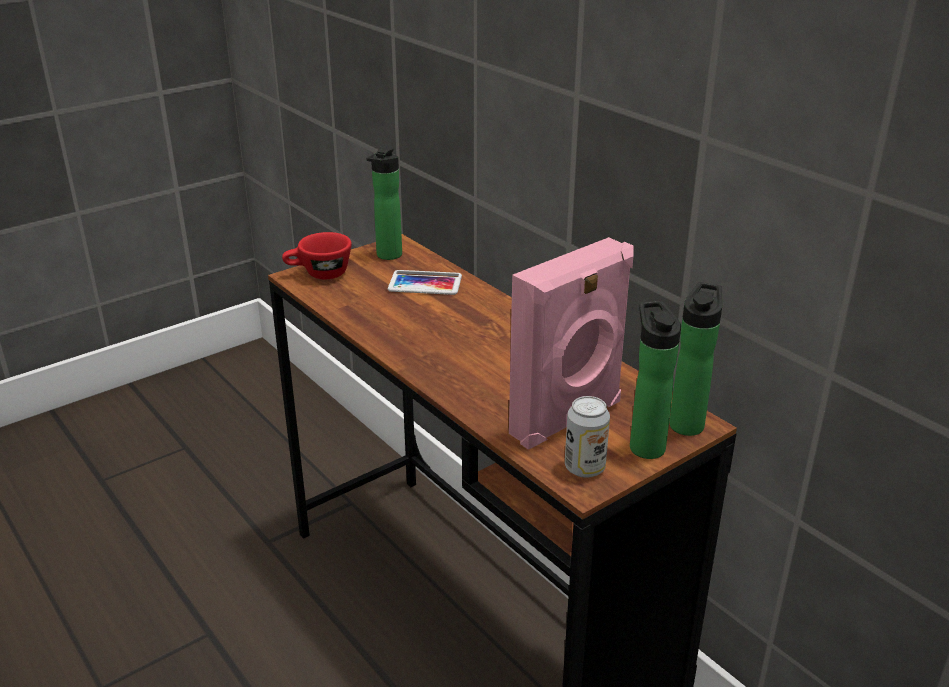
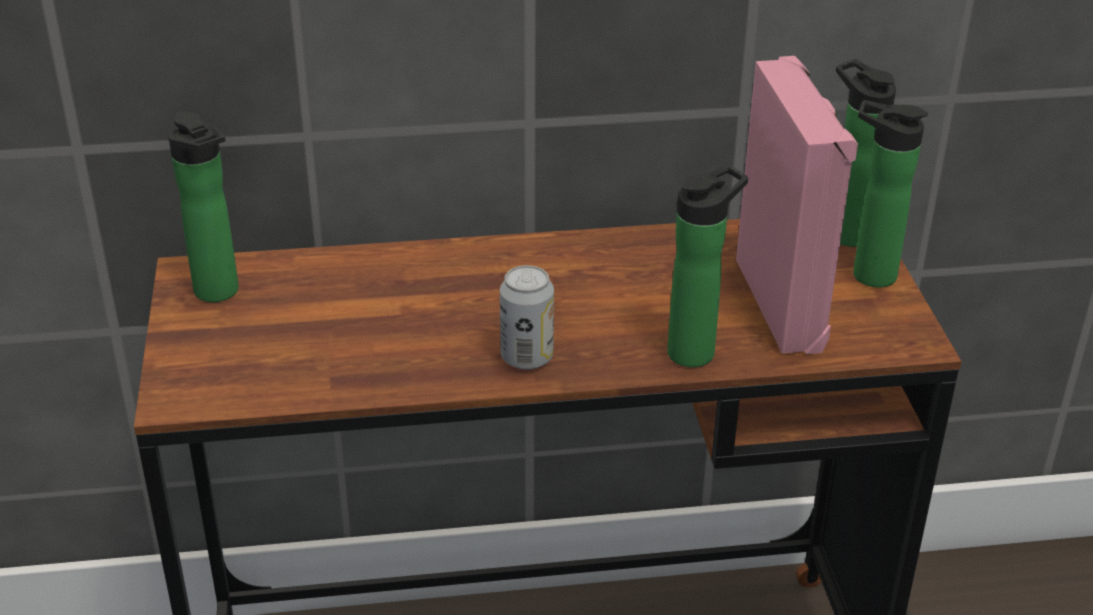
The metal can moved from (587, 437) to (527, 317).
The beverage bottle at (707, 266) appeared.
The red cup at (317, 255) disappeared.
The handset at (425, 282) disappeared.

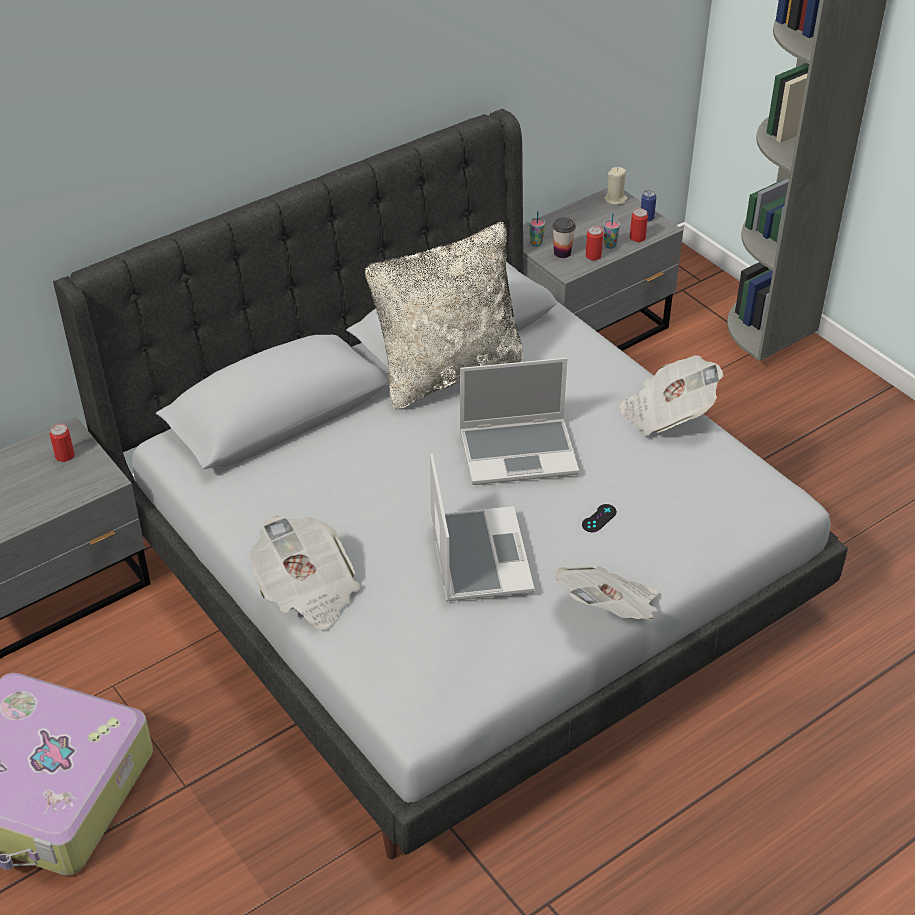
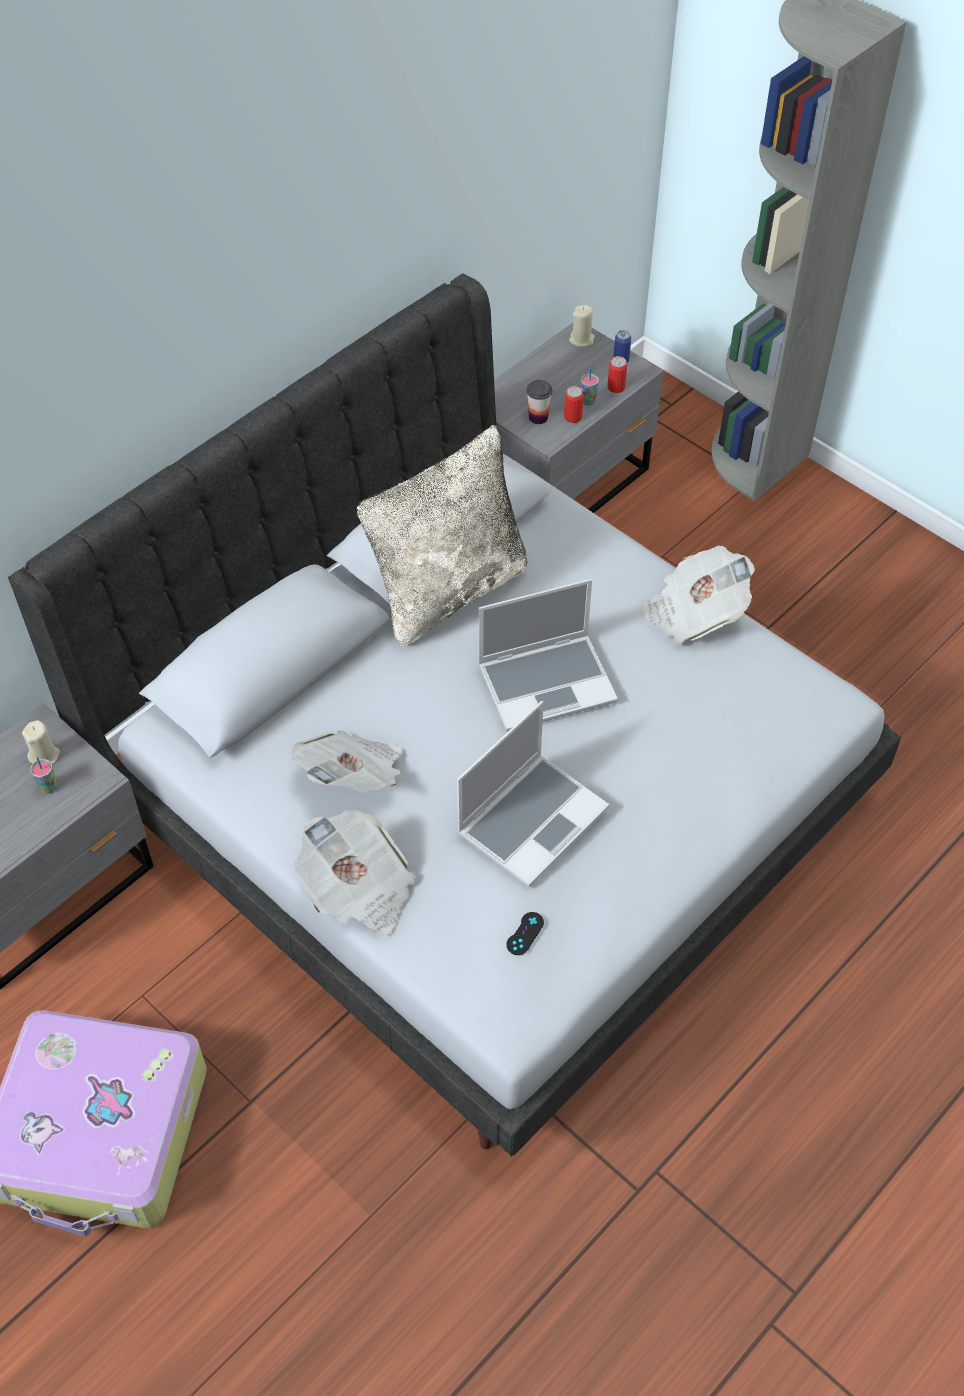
The metal can at (62, 443) was replaced by the beige wax light at (41, 742).
The cup moved from (537, 229) to (43, 775).
The newspaper moved from (607, 593) to (346, 761).
The portable computer at (482, 528) turned 60 degrees clockwise.
The blackish joypad moved from (599, 518) to (525, 933).

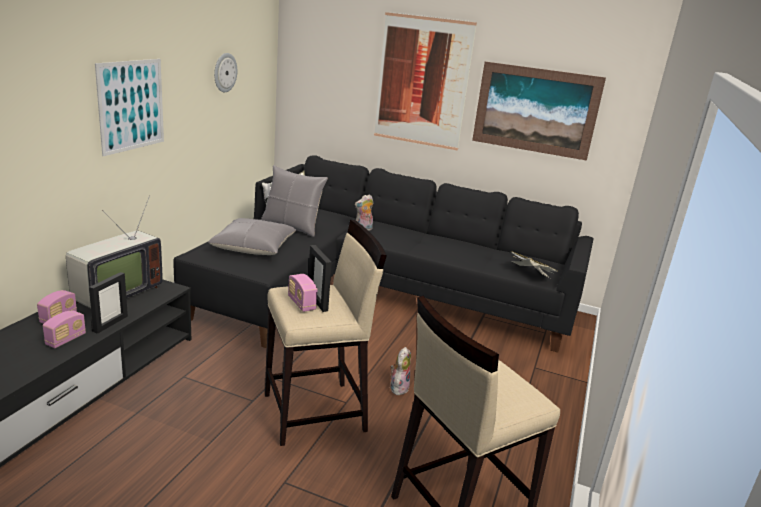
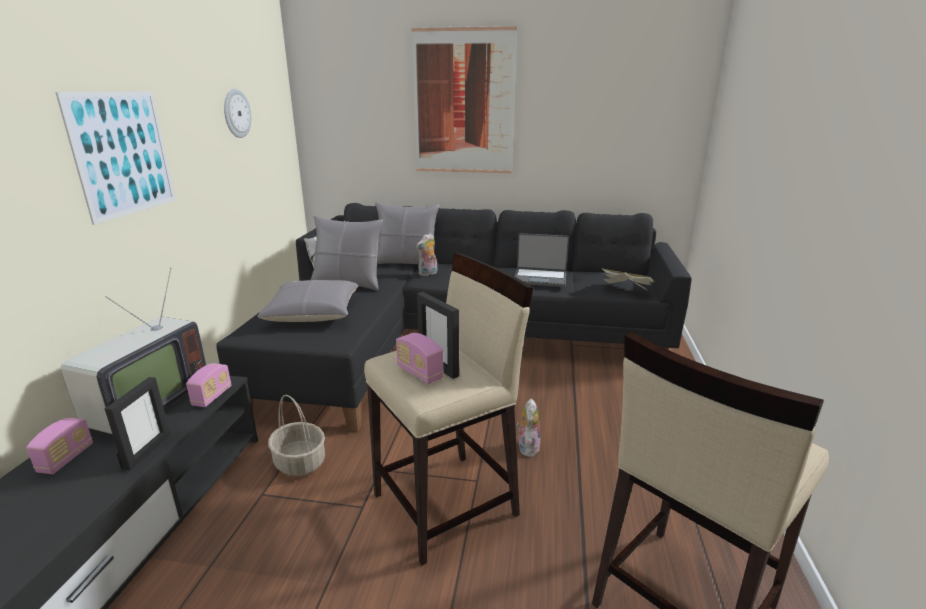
The radio receiver moved from (64, 329) to (208, 385).
The storage basket at (296, 435) appeared.
The gray pillow at (407, 233) appeared.
The portable computer at (541, 260) appeared.
The wall art at (539, 111) disappeared.

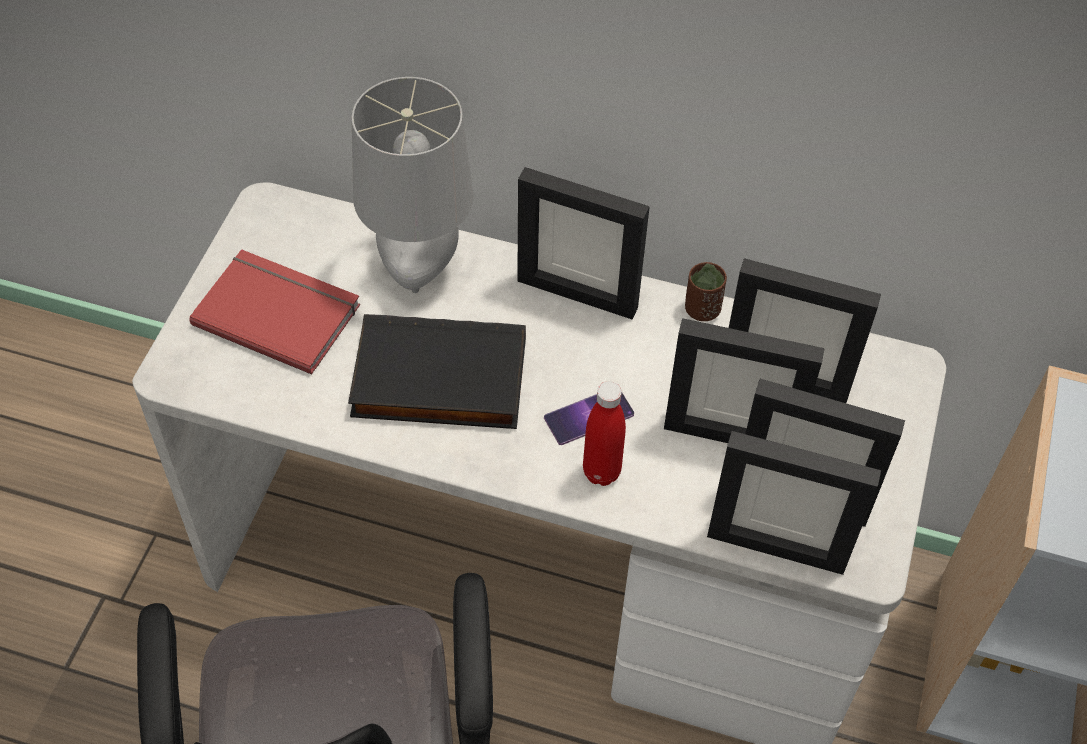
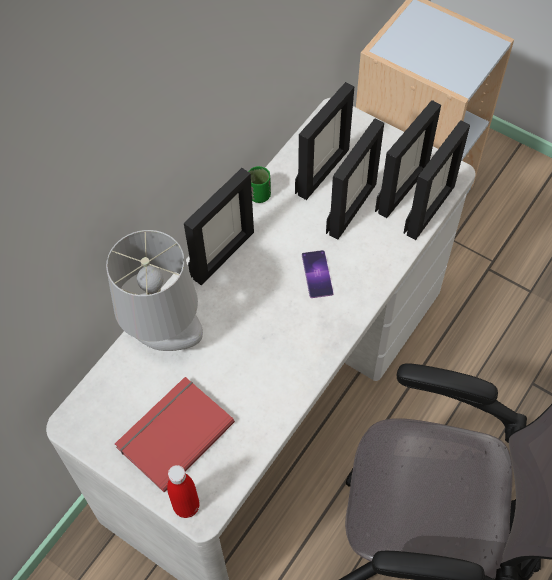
The red beverage bottle moved from (604, 433) to (183, 491).
The brownish cup at (706, 291) became the green-coloured cup at (259, 184).
The blackish volume at (437, 371) disappeared.

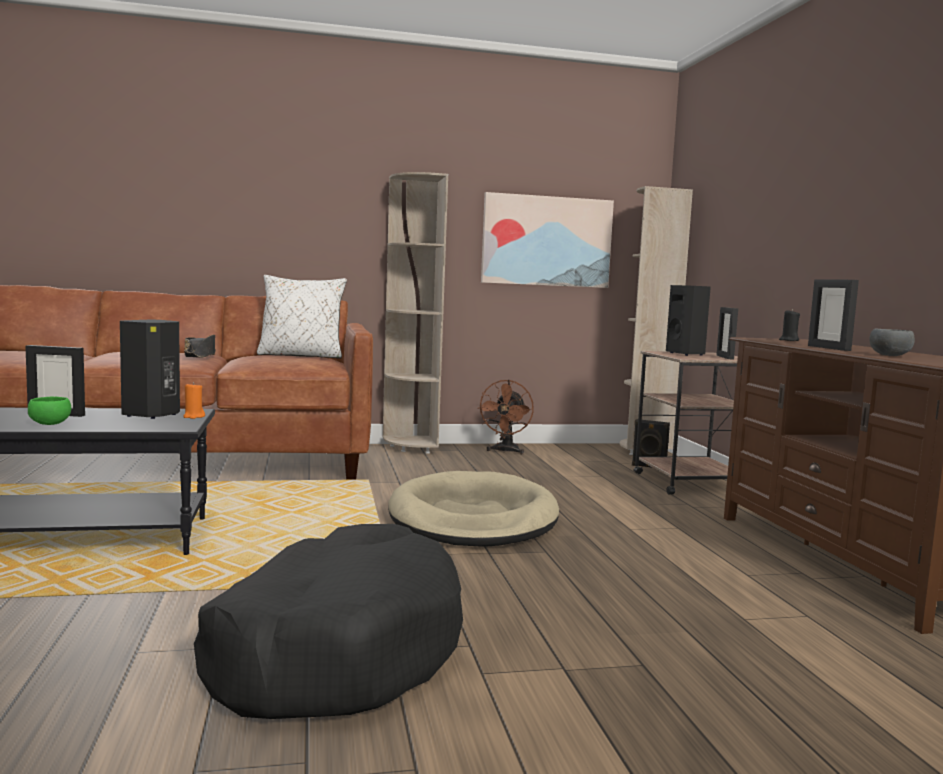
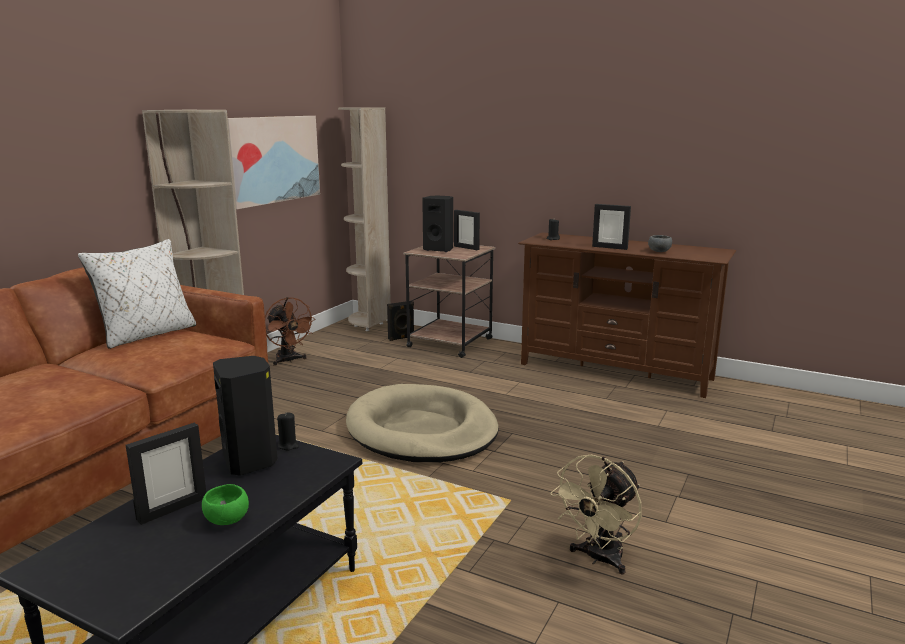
The orange-coloured wax light at (194, 400) became the blackish wax light at (288, 431).
The blackish dog cushion at (328, 621) was replaced by the beige electric fan at (596, 515).
The blackish hat at (200, 346) disappeared.

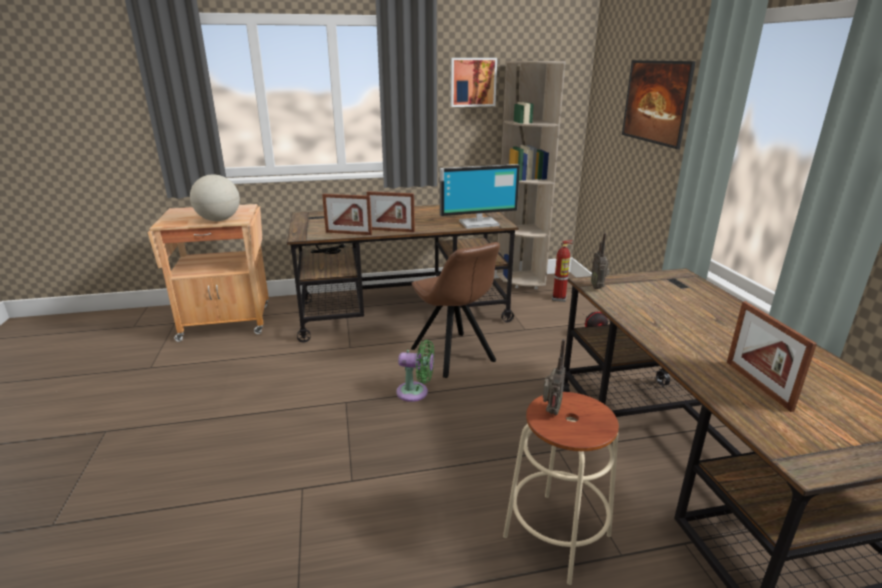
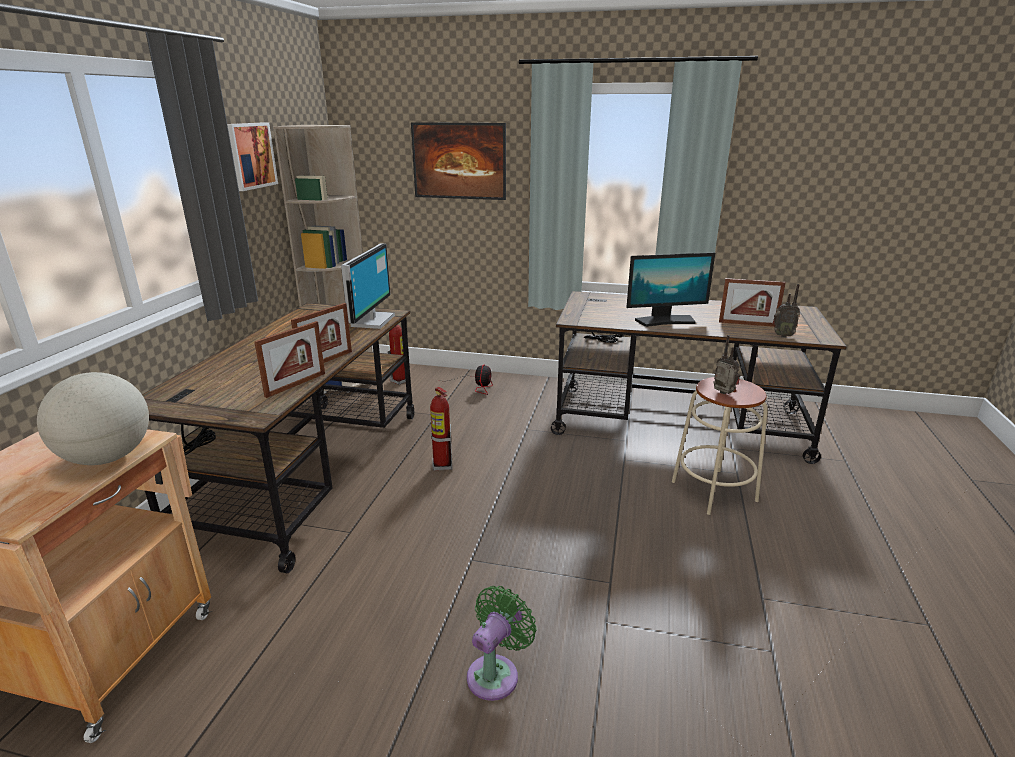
The brownish upright chair at (455, 310) was replaced by the fire-fighting cylinder at (441, 429).
The green-coloured electric fan moved from (415, 371) to (501, 643).
The computer screen at (670, 289) appeared.
The radio receiver moved from (600, 261) to (786, 311).

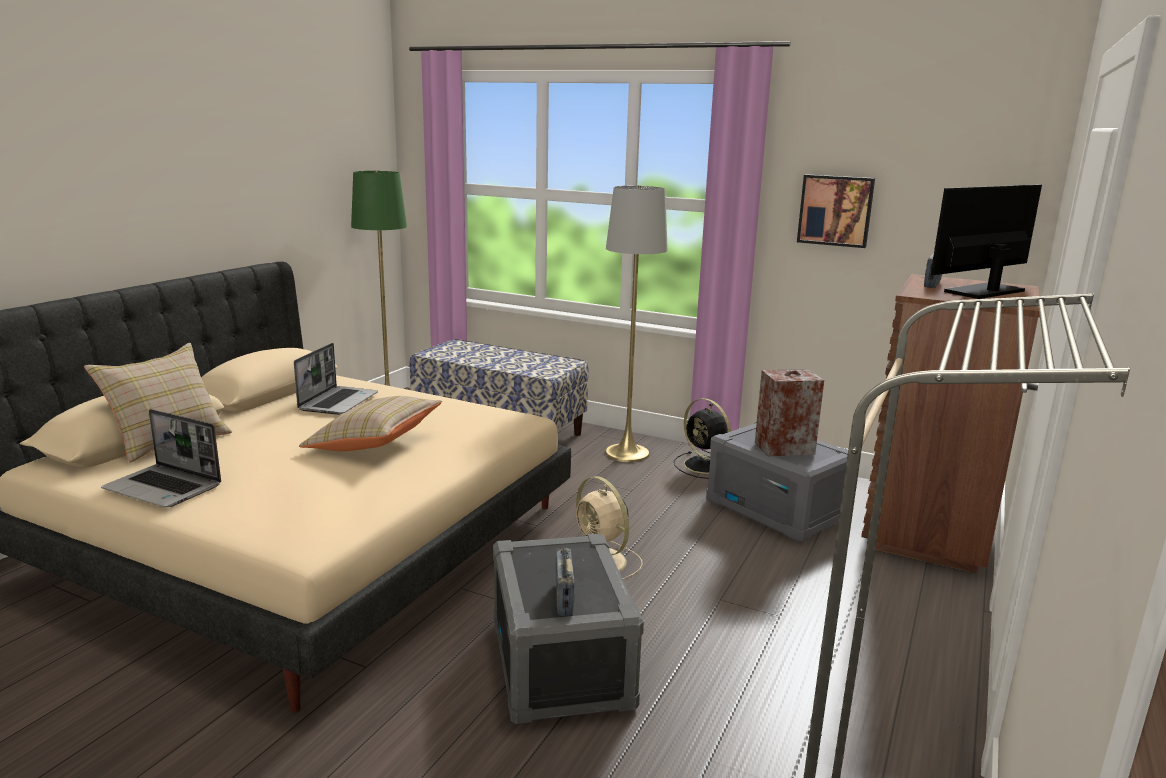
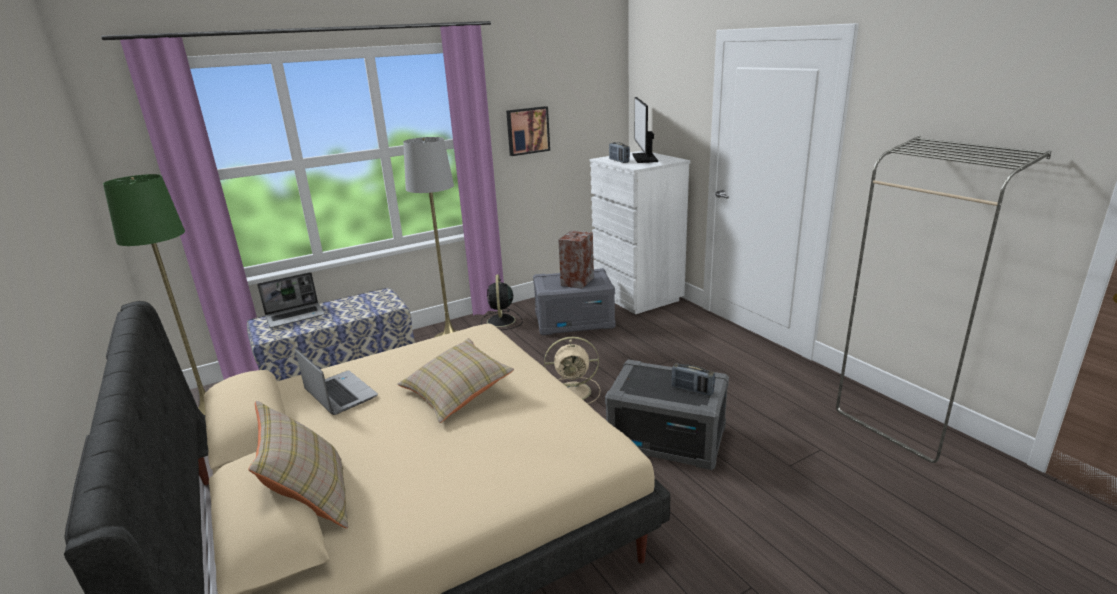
The portable computer moved from (161, 458) to (291, 300).
The blackish electric fan at (702, 438) turned 90 degrees clockwise.
The brownish dresser at (950, 423) became the white-coloured dresser at (640, 232).

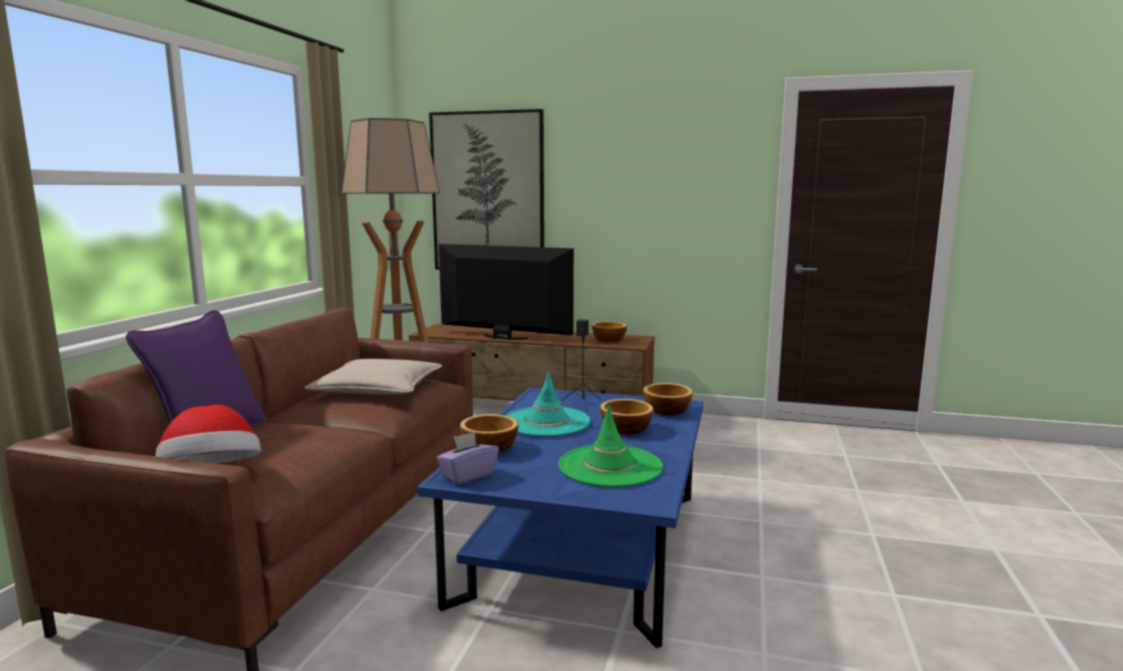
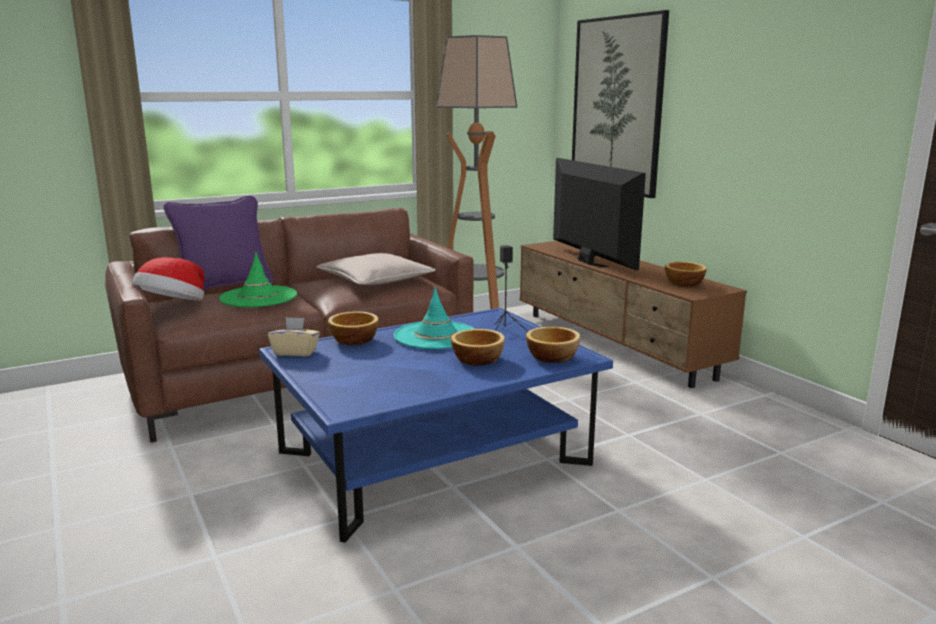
The green-coloured hat moved from (610, 446) to (258, 279).
The purplish box of tissues at (468, 458) became the beige box of tissues at (294, 336).

